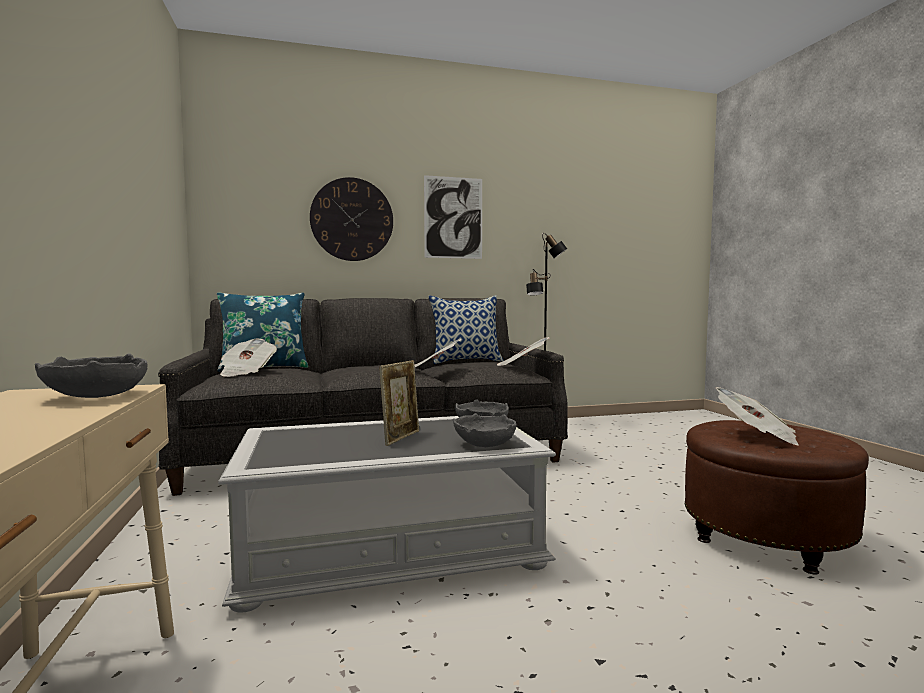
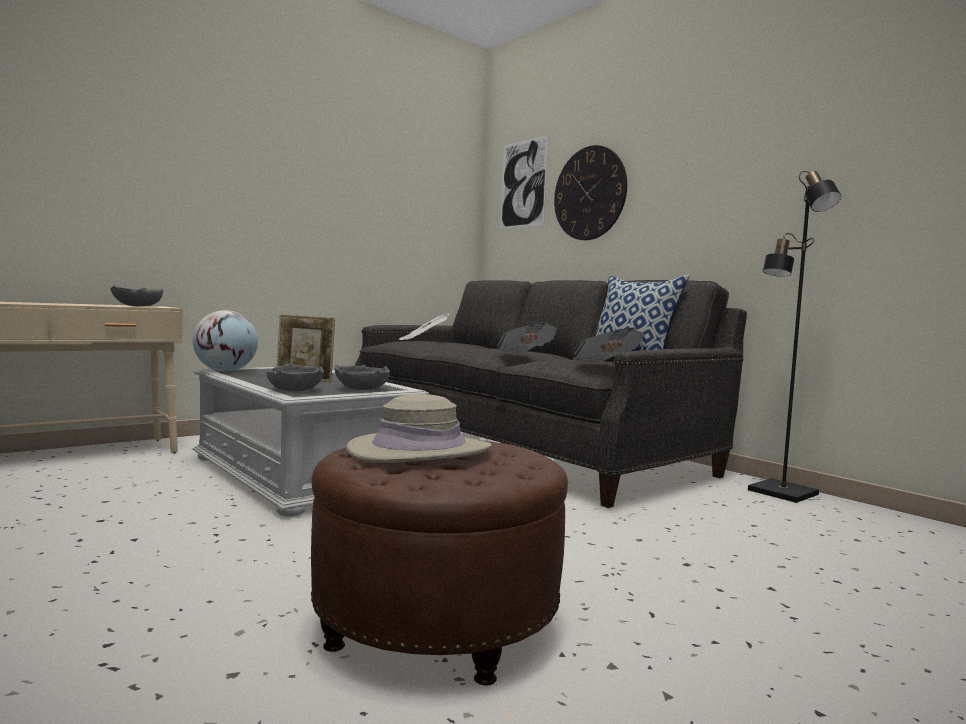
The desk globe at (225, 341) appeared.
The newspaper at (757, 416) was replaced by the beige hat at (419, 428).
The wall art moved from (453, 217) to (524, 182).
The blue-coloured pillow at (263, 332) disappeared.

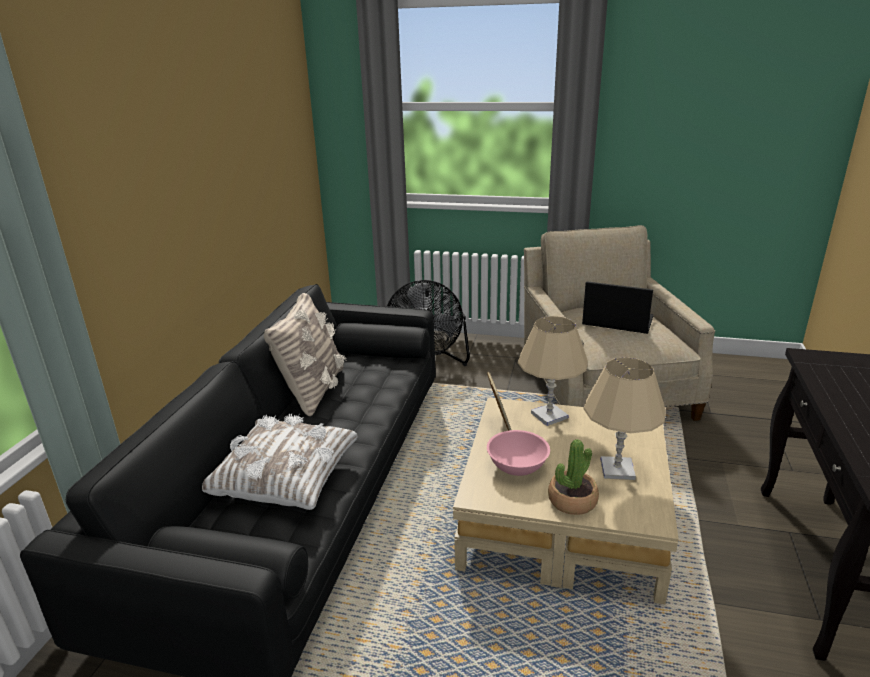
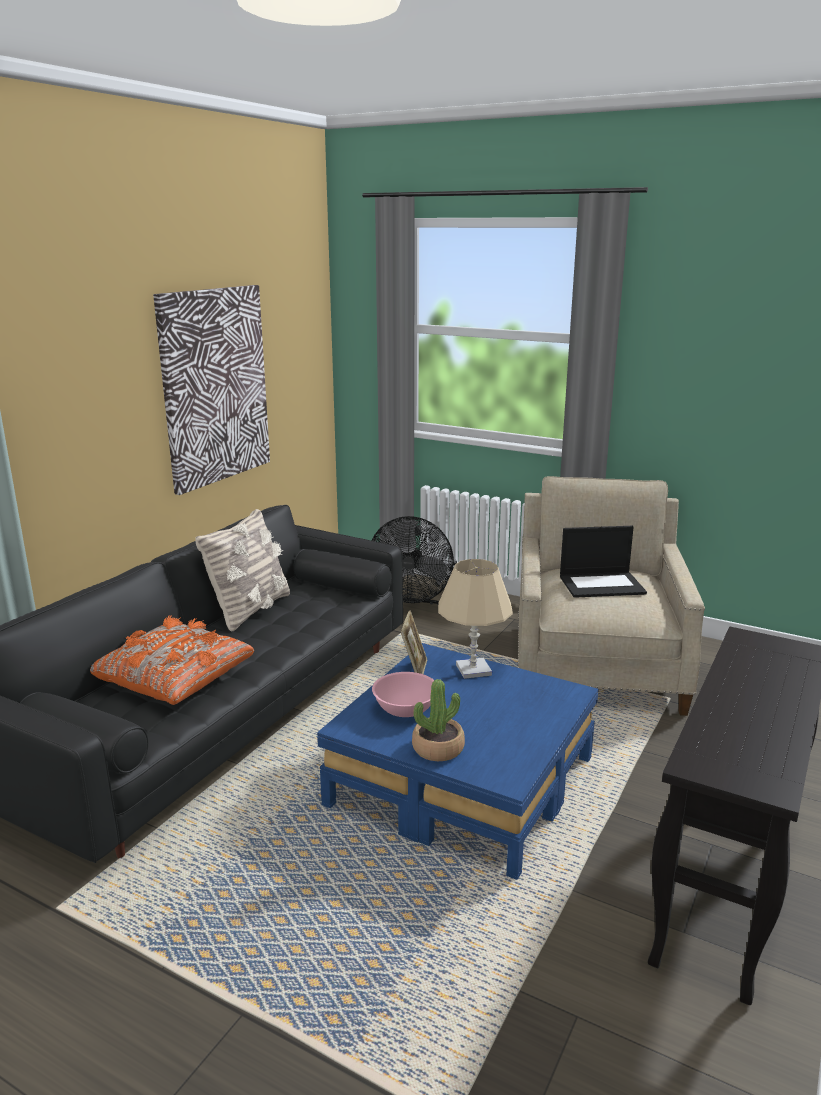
The white-coloured pillow at (280, 461) became the orange-coloured pillow at (172, 660).
The wall art at (211, 390) appeared.
The beige coffee table at (566, 500) became the blue-coloured coffee table at (458, 761).
The portable computer at (618, 307) turned 135 degrees clockwise.
The beige table lamp at (625, 418) disappeared.

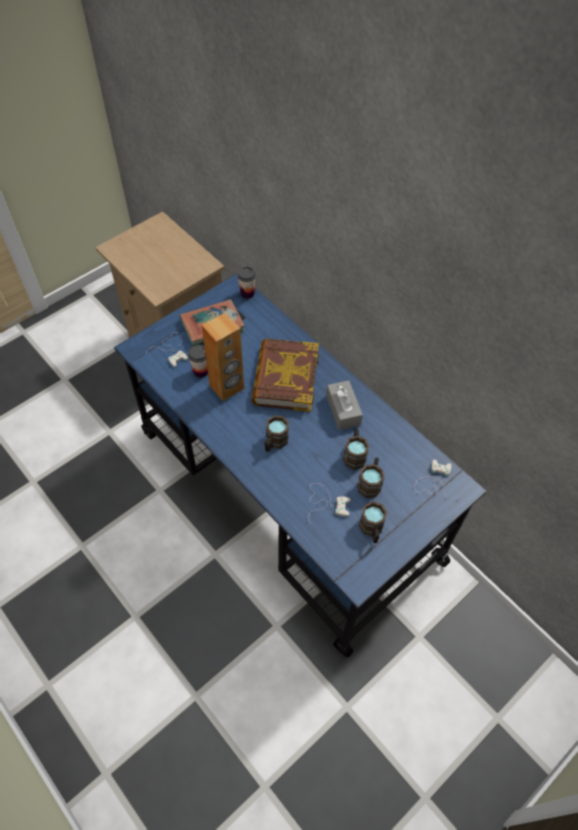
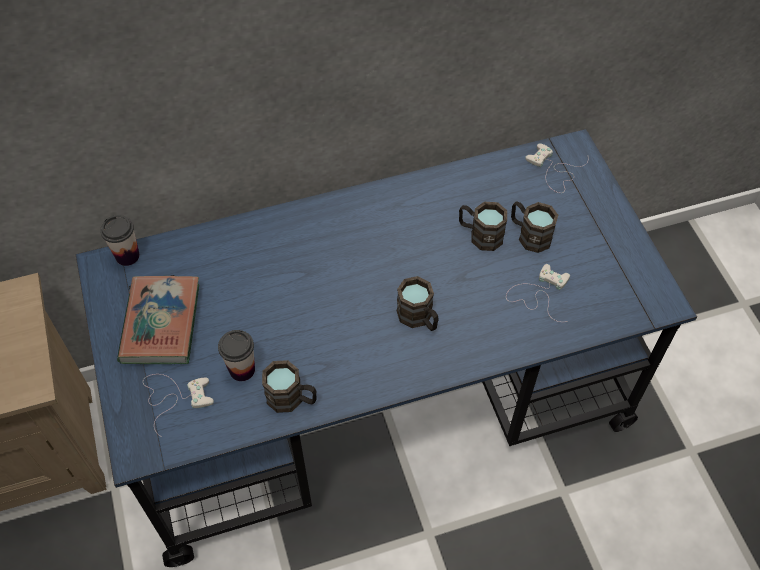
The brownish mug moved from (373, 522) to (289, 386).
The brownish speaker at (222, 357) disappeared.
The volume at (285, 375) disappeared.
The gray box of tissues at (344, 405) disappeared.

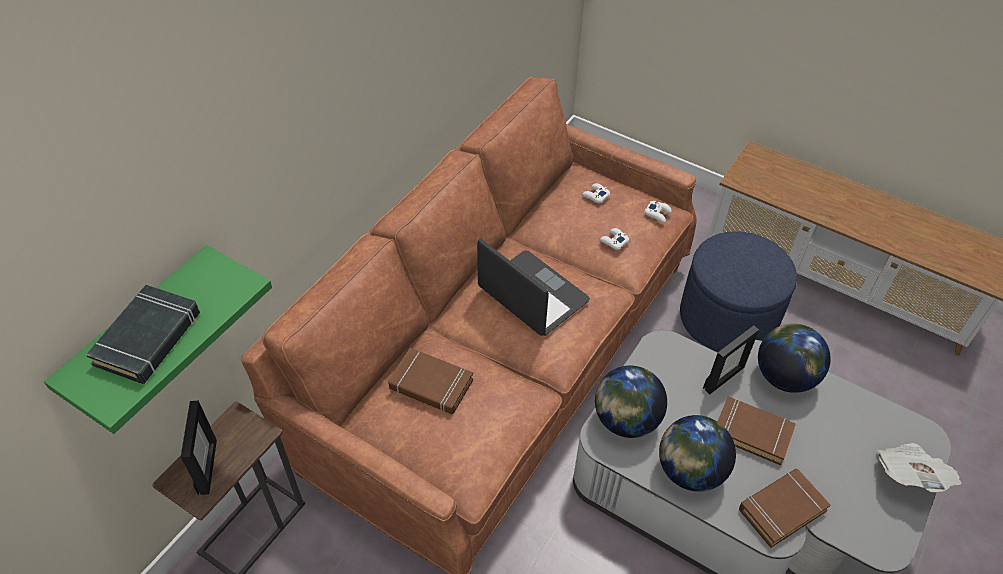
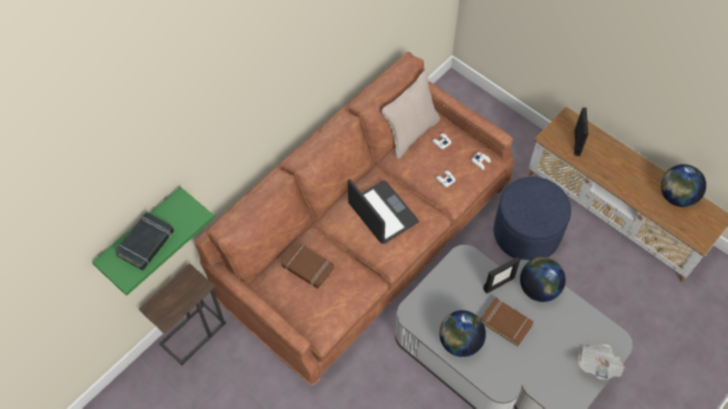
The beige pillow at (411, 115) appeared.
The picture frame moved from (199, 448) to (581, 132).
The desk globe moved from (631, 402) to (683, 185).
The brownish volume at (785, 508) disappeared.

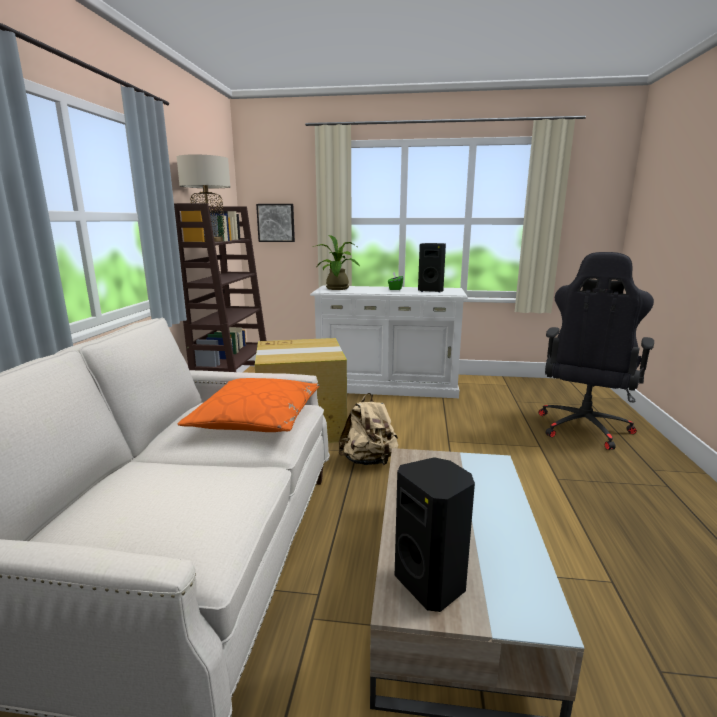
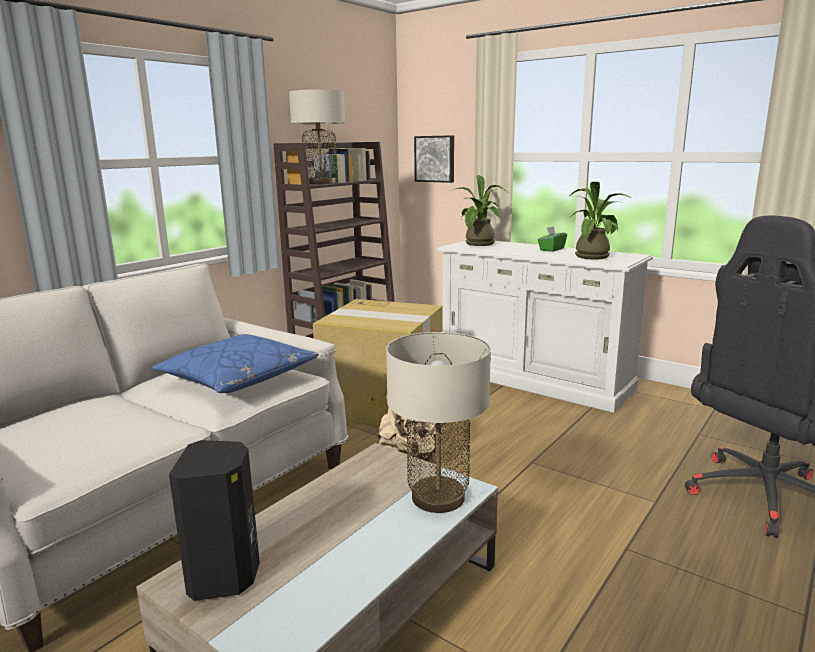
The orange-coloured pillow at (249, 405) became the blue-coloured pillow at (235, 363).
The table lamp at (438, 422) appeared.
The blackish speaker at (432, 268) was replaced by the plant in a pot at (600, 220).

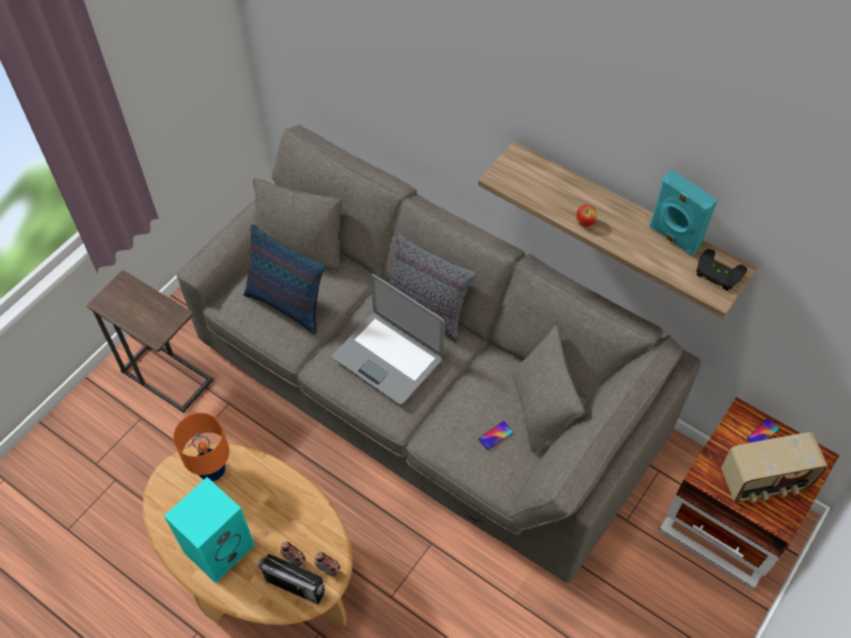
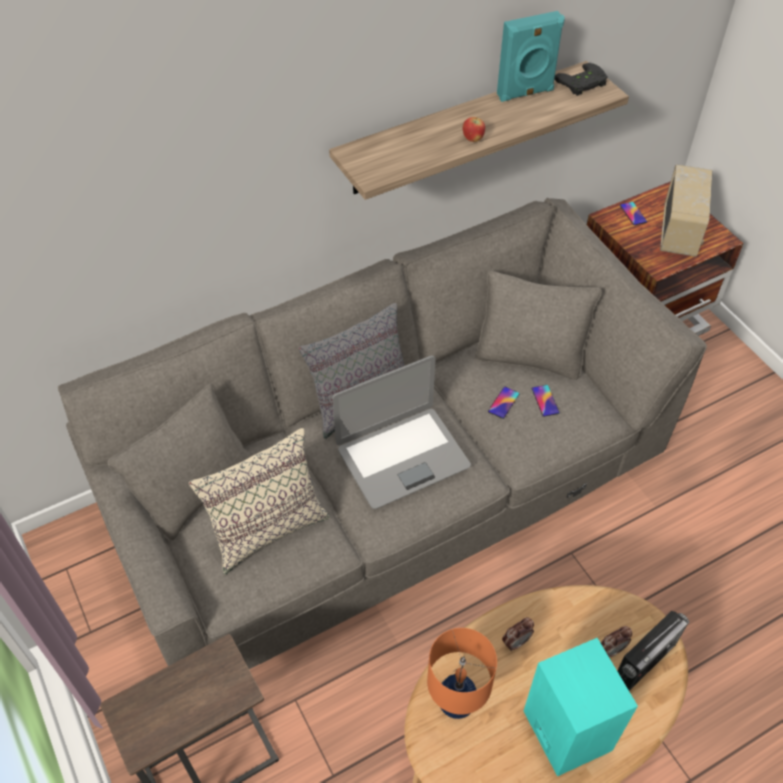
The blue-coloured pillow at (285, 279) became the beige pillow at (259, 501).
The handset at (503, 403) appeared.
The table clock moved from (327, 564) to (518, 634).

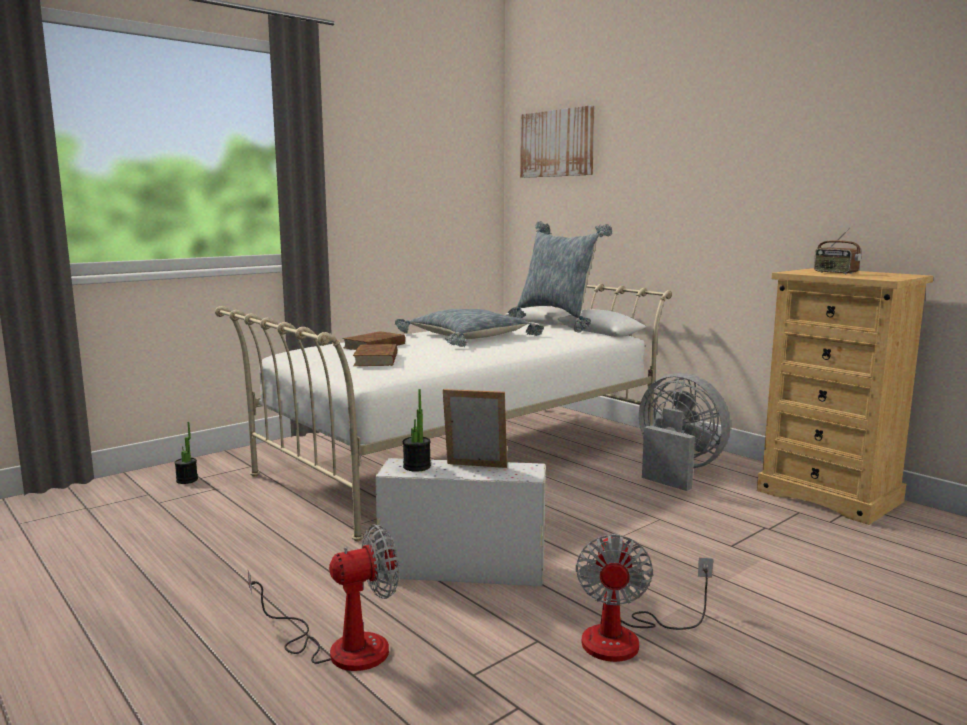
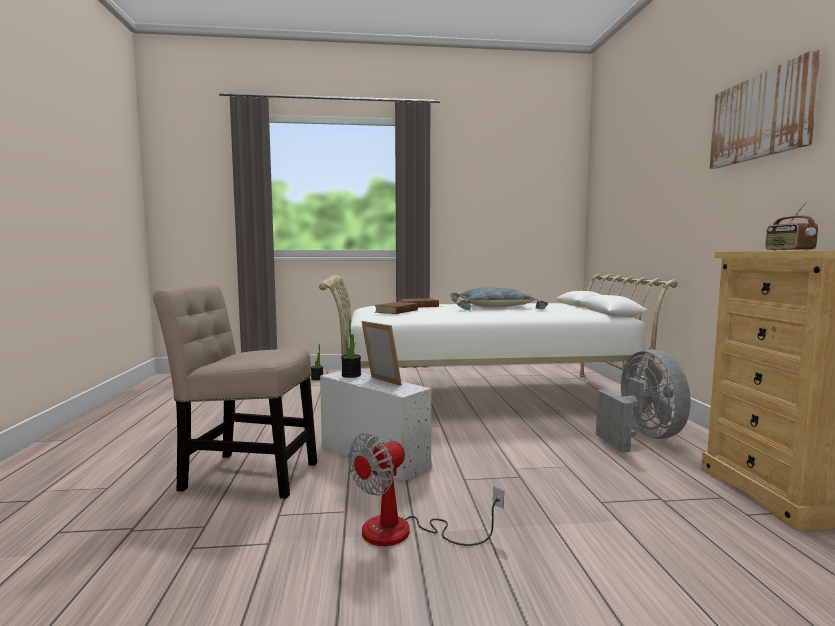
The electric fan at (323, 597) was replaced by the beige upright chair at (235, 391).
The wall art moved from (557, 141) to (765, 109).
The pillow at (559, 277) disappeared.

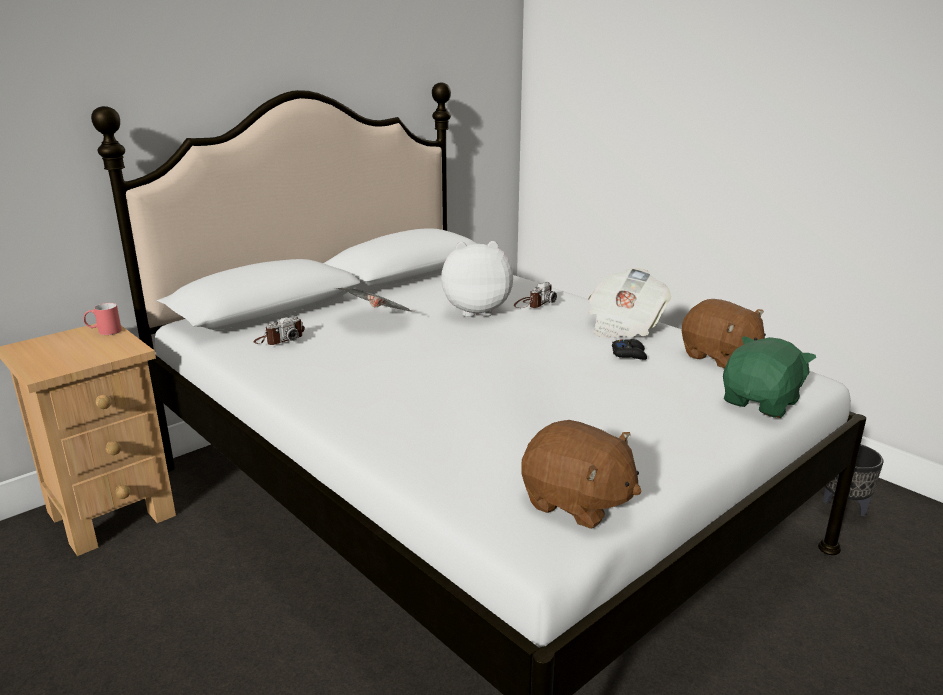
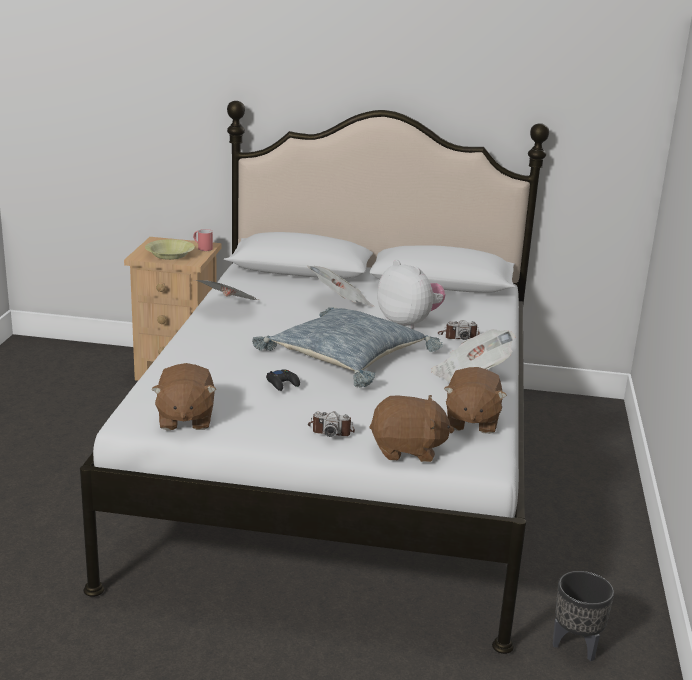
The yellowish deep dish at (170, 249) appeared.
The newspaper at (227, 290) appeared.
The pillow at (347, 347) appeared.
The blackish joypad moved from (629, 349) to (283, 380).
The photo camera moved from (279, 330) to (331, 424).
The green-coloured plush toy at (769, 377) became the brownish plush toy at (411, 428).

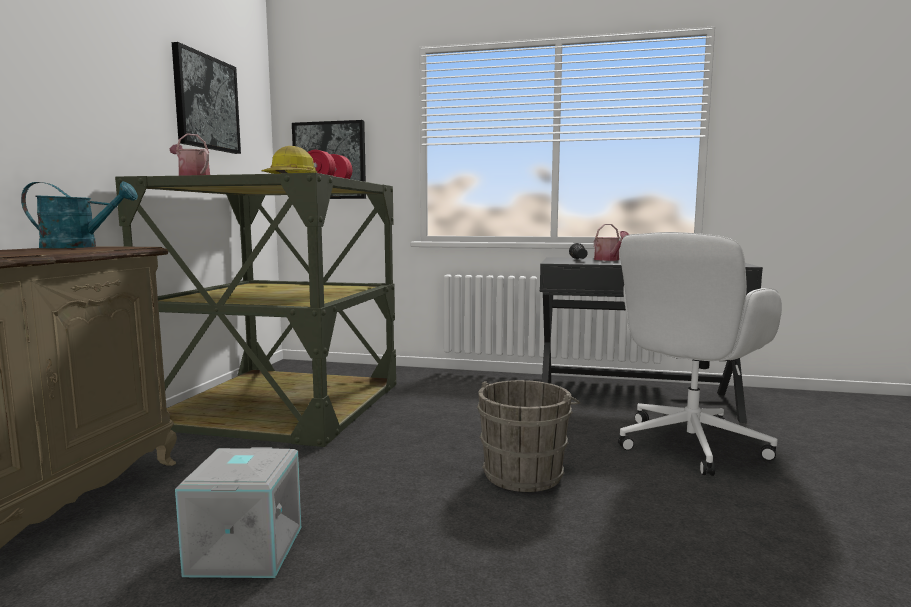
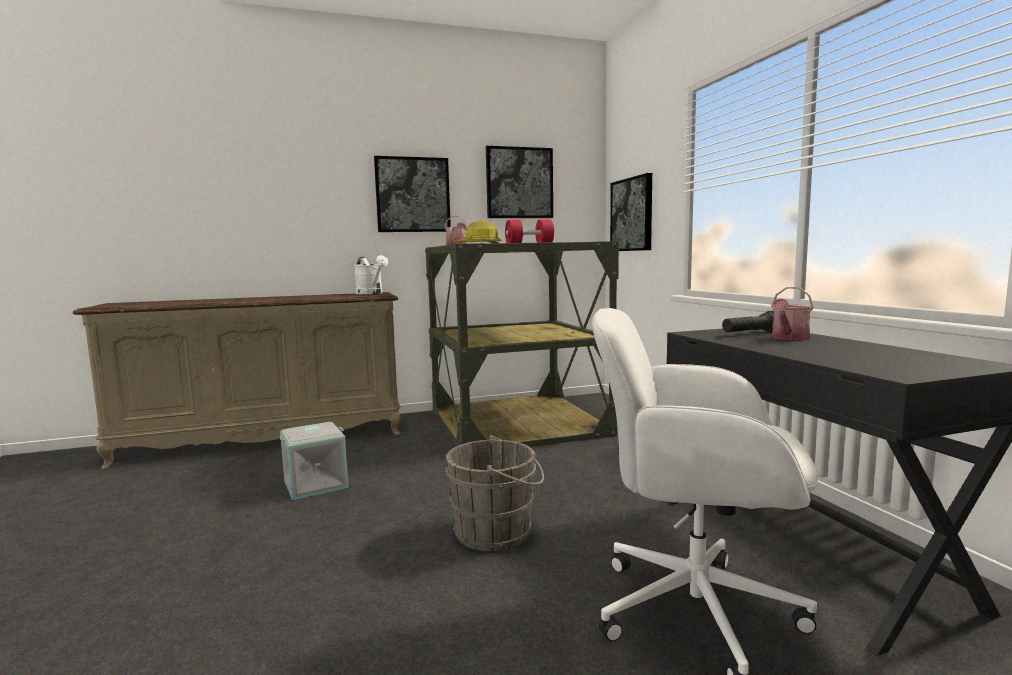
The turquoise-coloured watering pot at (79, 214) became the white-coloured watering pot at (371, 274).
The wall art at (412, 194) appeared.

